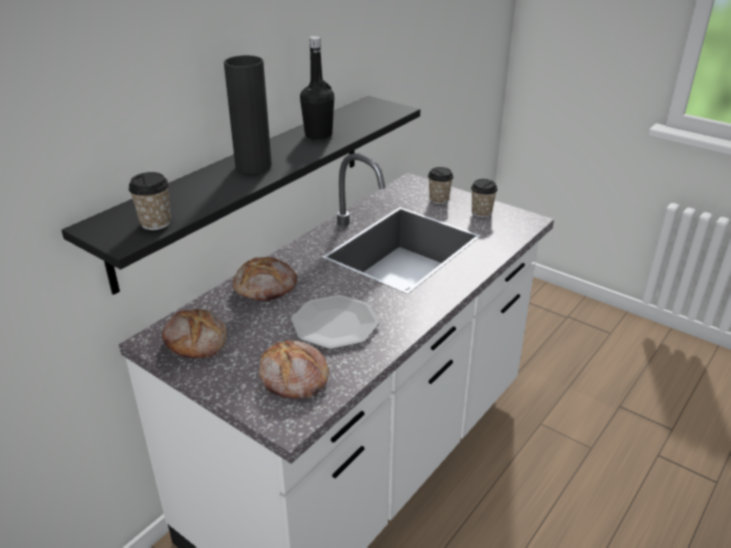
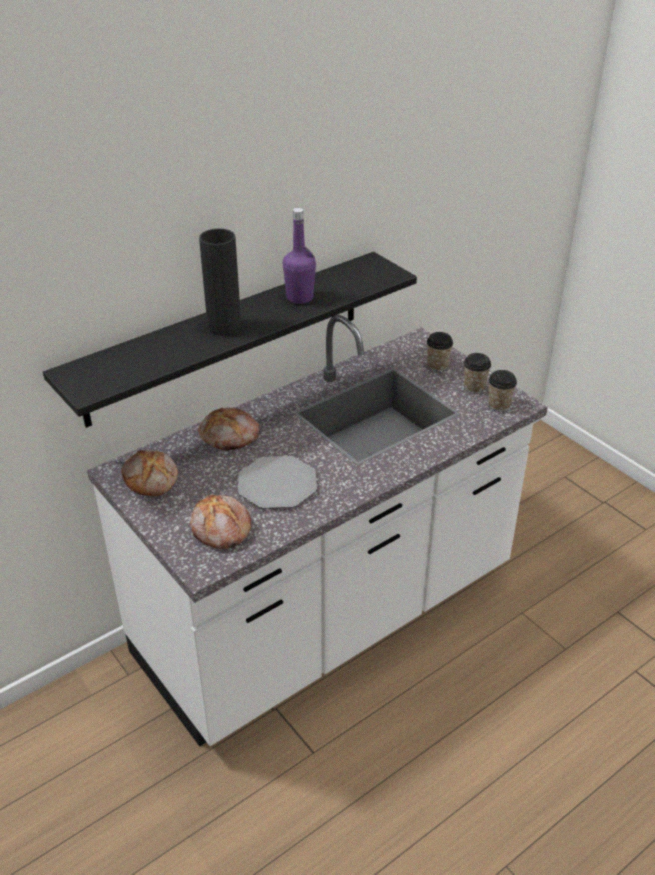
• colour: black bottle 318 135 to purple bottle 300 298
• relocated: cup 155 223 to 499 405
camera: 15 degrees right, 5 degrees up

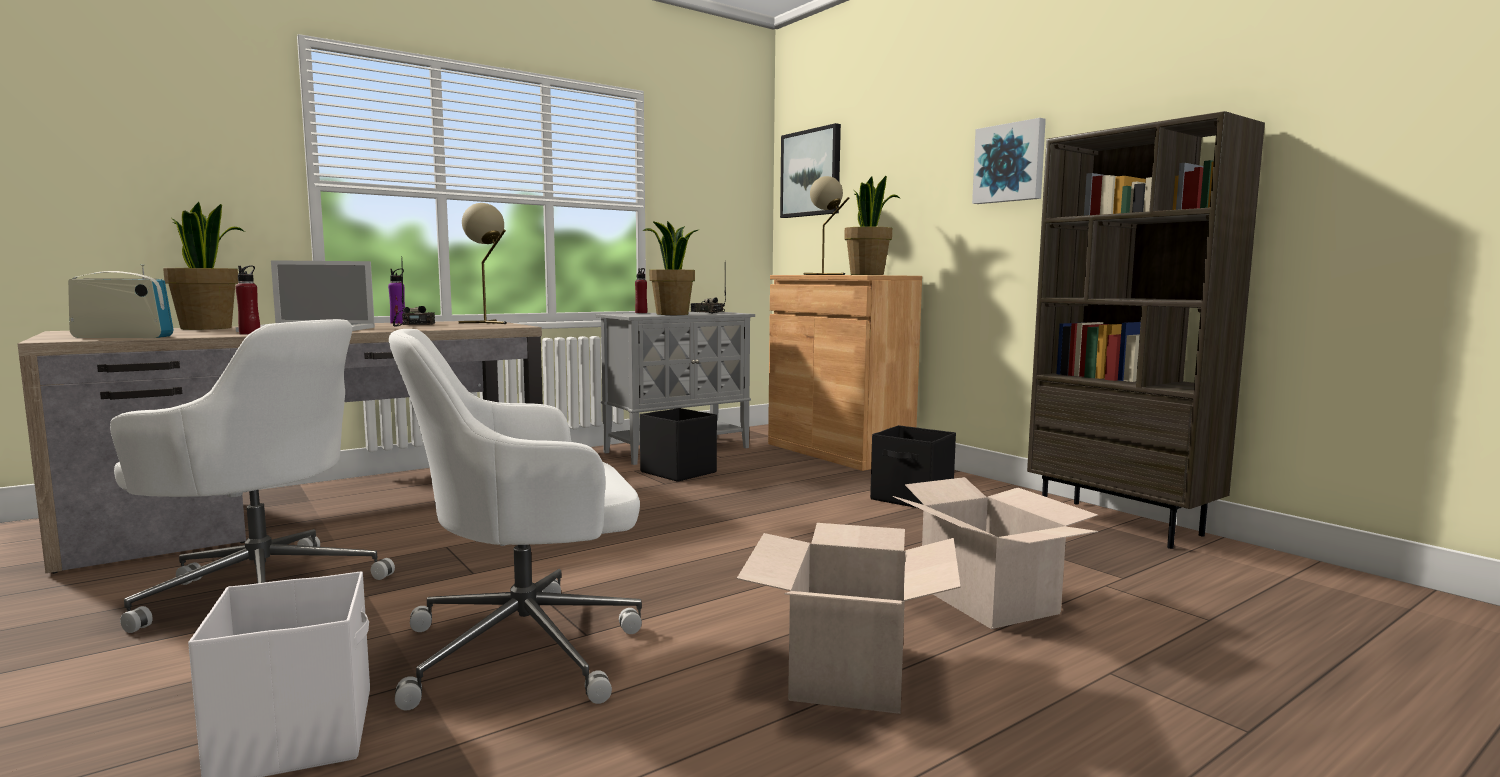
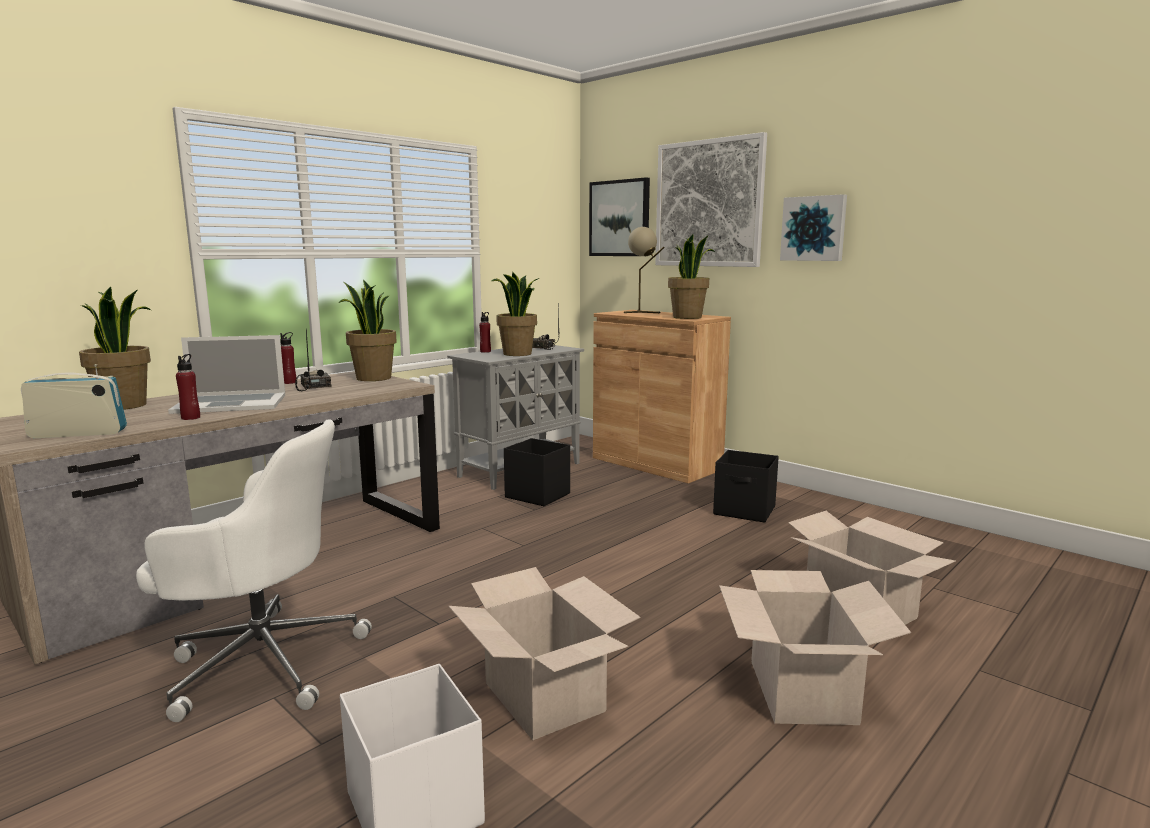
• colour: purple bottle 398 323 to red bottle 289 382
• exchanged: beige table lamp 488 323 to potted plant 372 378
• exchanged: white office chair 529 648 to cardboard box 542 697
• appeared: picture 708 204
• missing: brown bookcase 1121 523
camera: 10 degrees left, 5 degrees up

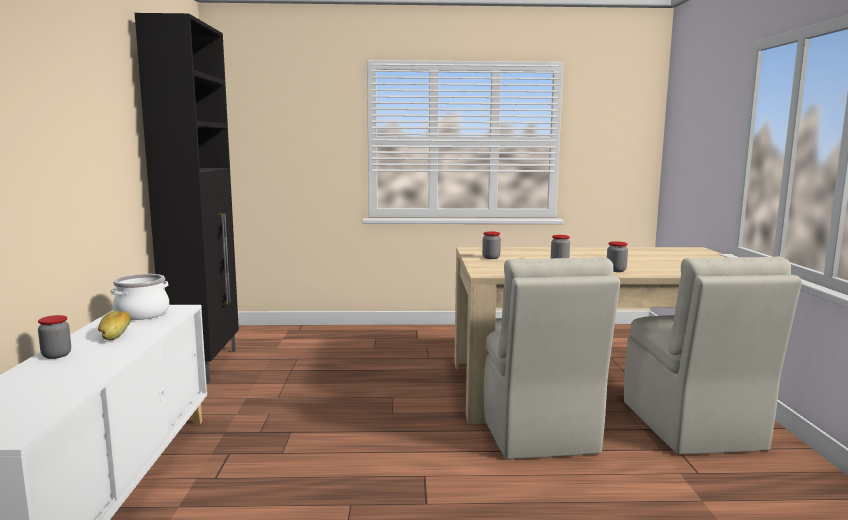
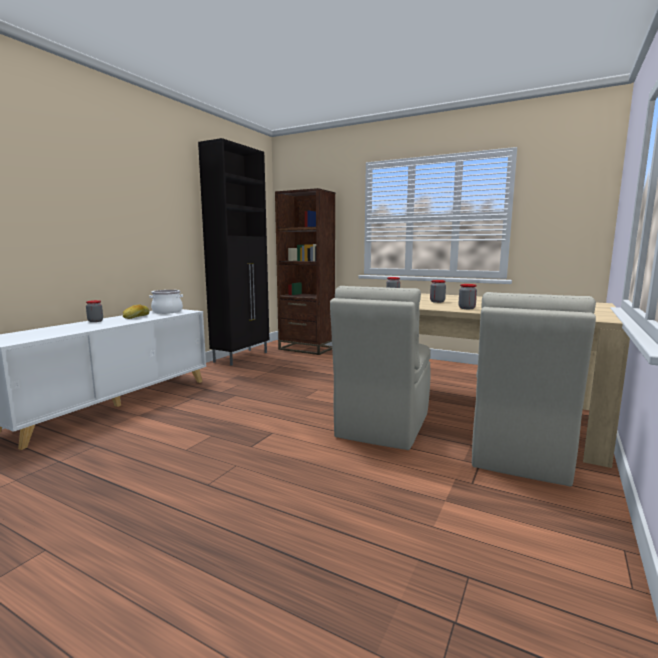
• appeared: brown bookcase 306 348
camera: 30 degrees right, 0 degrees up

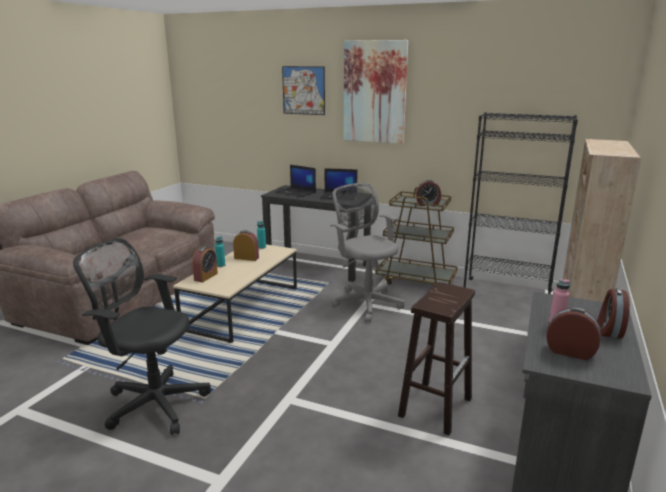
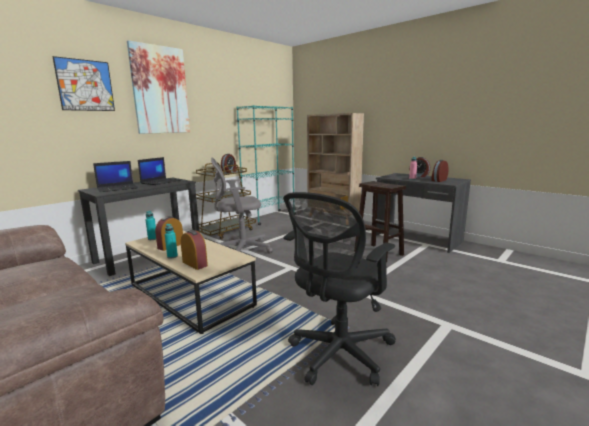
• colour: black bookcase 506 291 to turquoise bookcase 269 217
camera: 70 degrees left, 5 degrees down

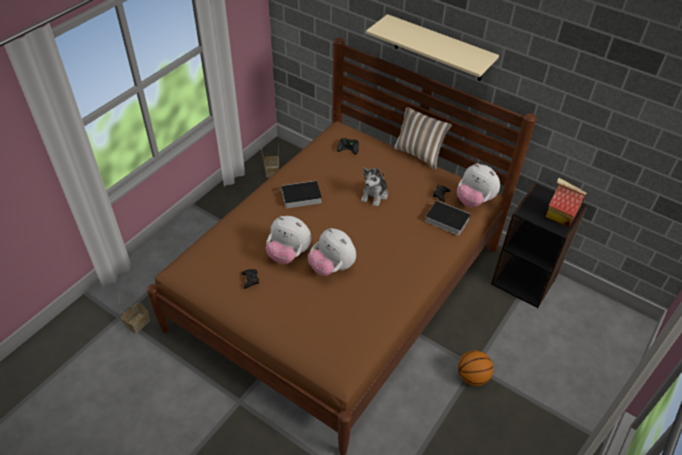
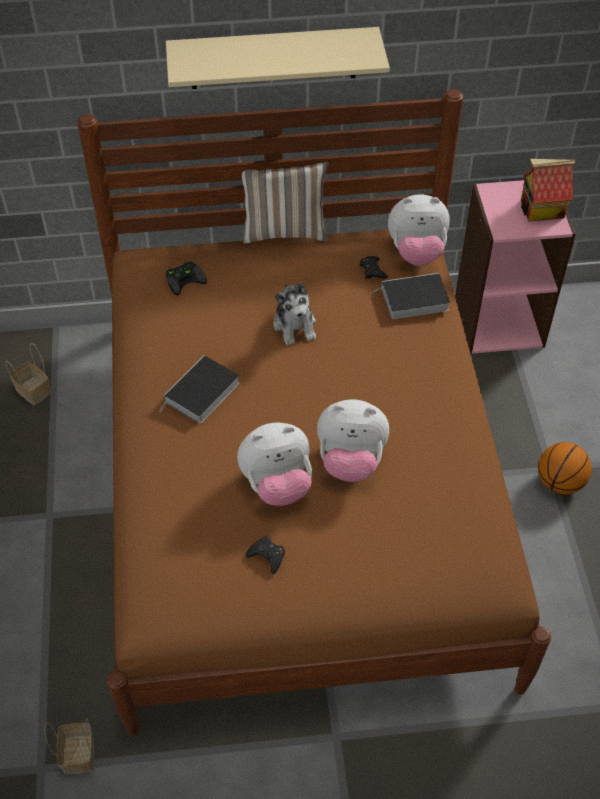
• colour: black bookcase 524 279 to pink bookcase 498 321
camera: 40 degrees left, 5 degrees up

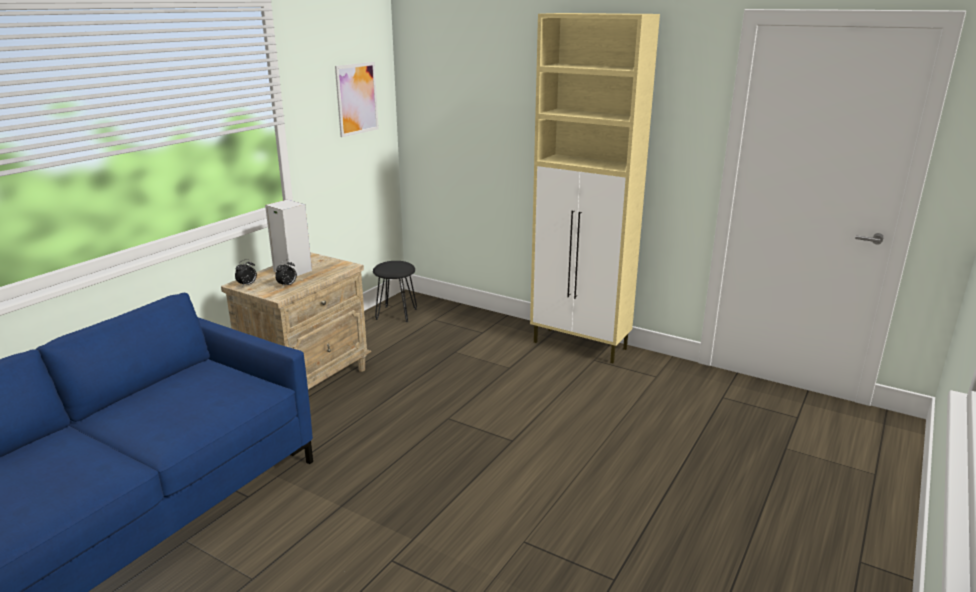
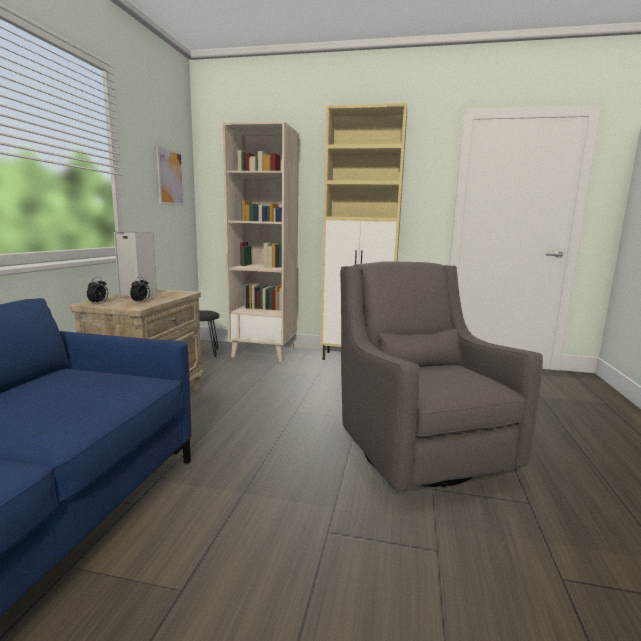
• appeared: beige bookcase 264 353
• appeared: grey armchair 416 450
camera: 20 degrees left, 10 degrees down

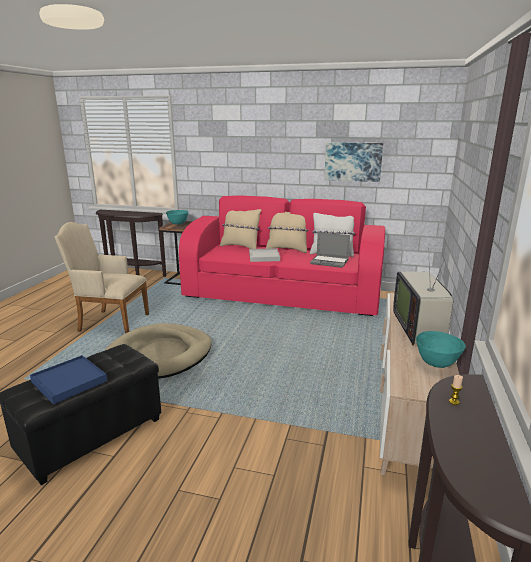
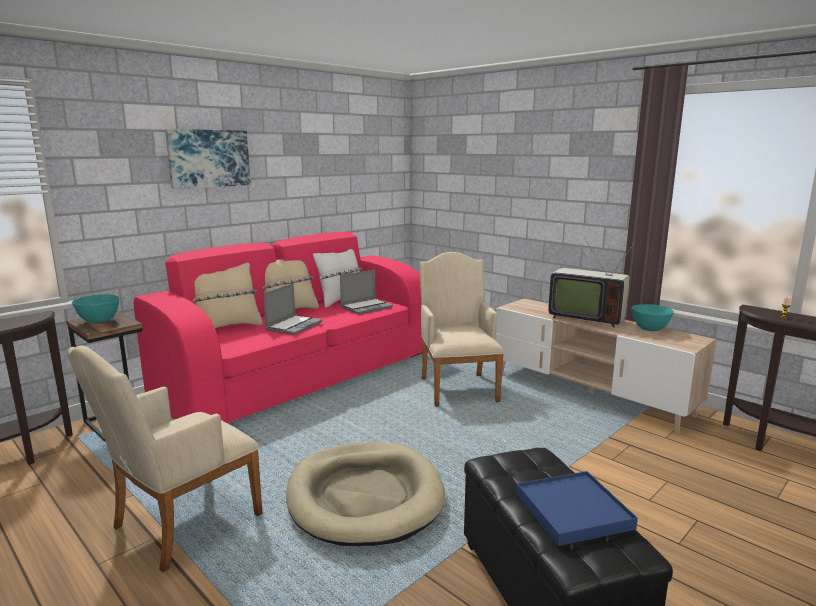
• relocated: picture 353 161 to 208 158
• exchanged: white tray 264 257 to laptop 294 326
• appeared: beige armchair 457 387
camera: 60 degrees left, 5 degrees down

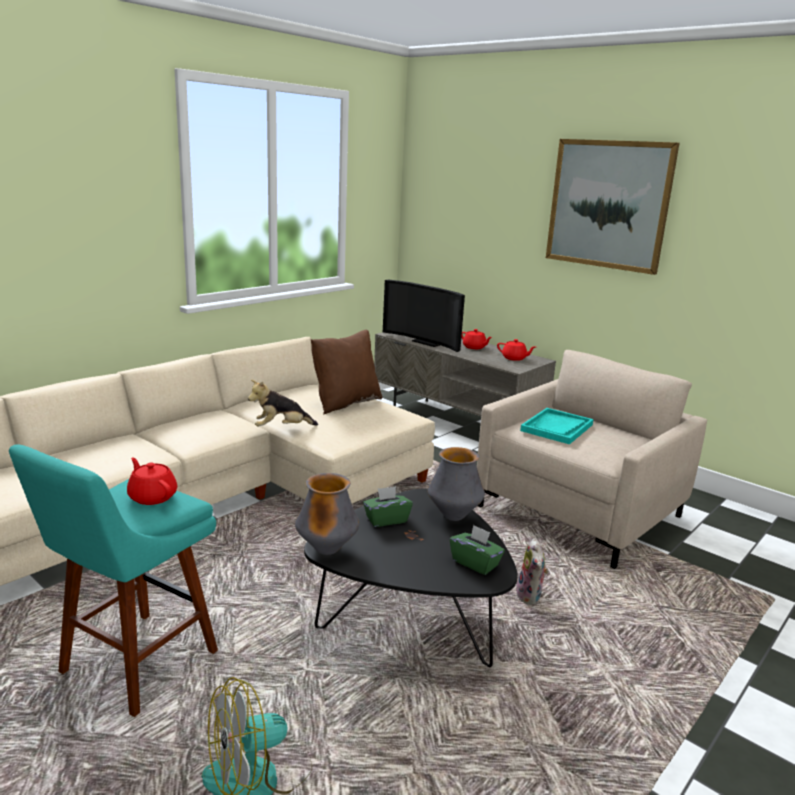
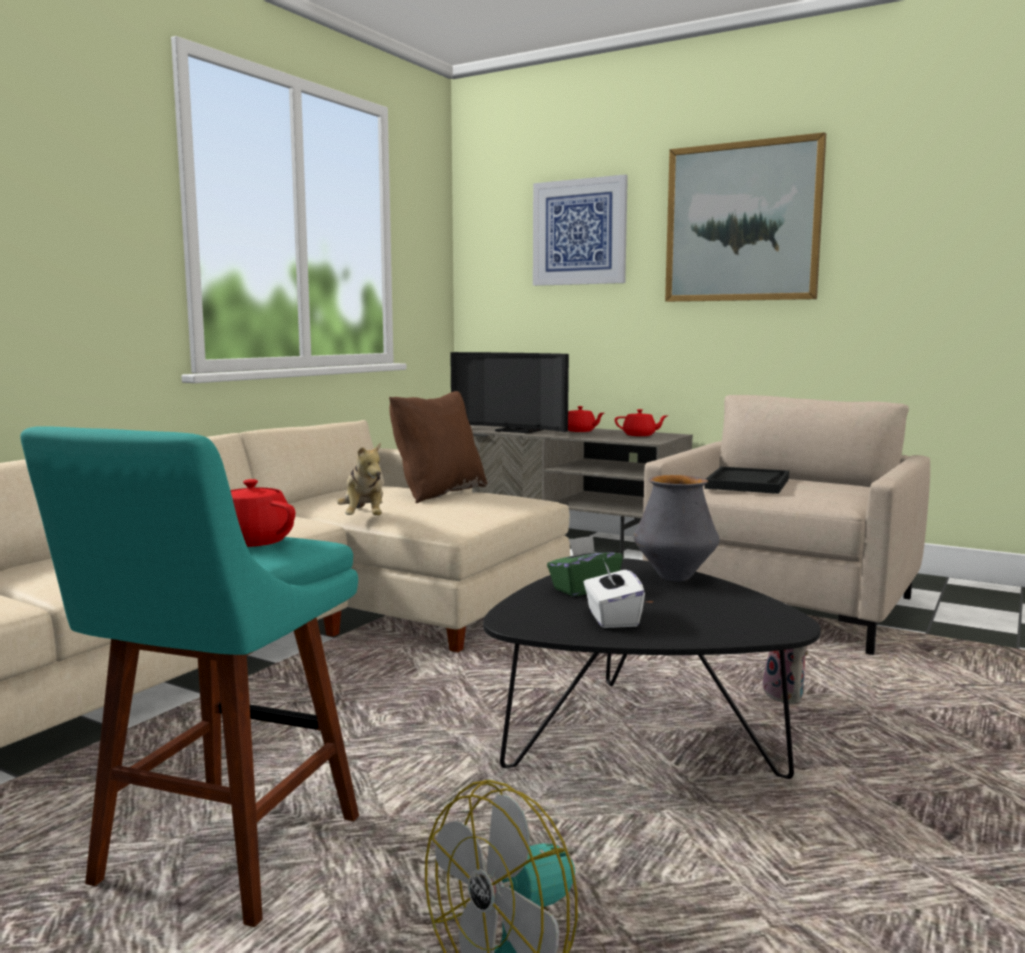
• spun: plush toy 281 428 = 364 519 75 degrees counterclockwise
• appeared: picture 579 232
• appeared: white tissue box 612 618
• colour: turquoise tray 557 428 to black tray 748 483
• missing: vase 327 549
• missing: green tissue box 475 563
camera: 10 degrees left, 10 degrees down

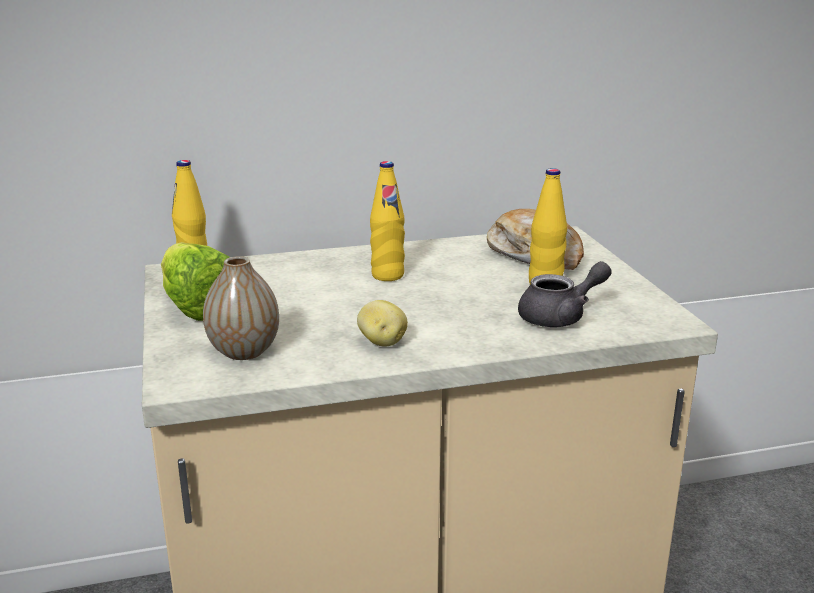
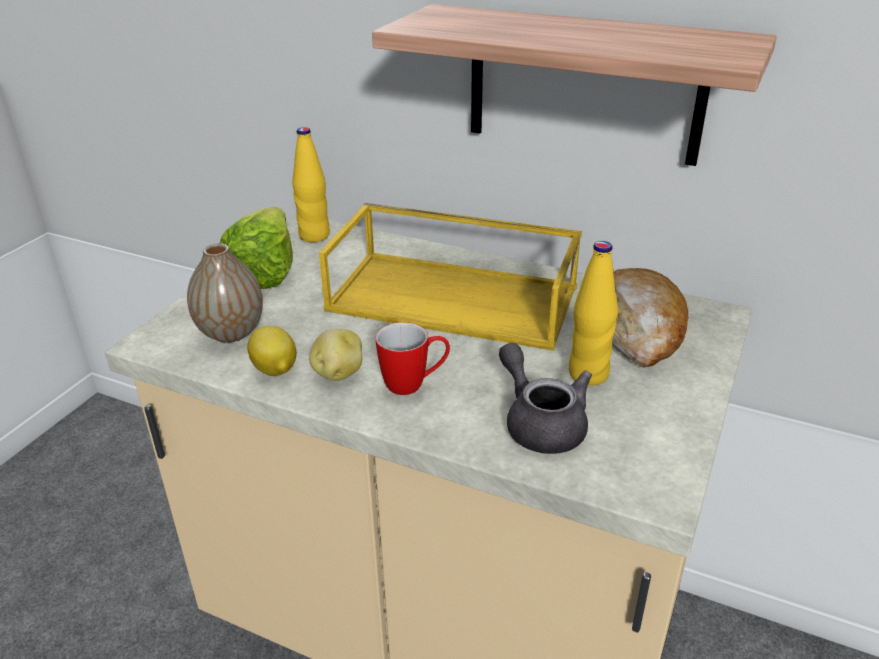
• appeared: lemon 275 370
• exchanged: yellow bottle 387 275 to yellow tray 456 298
• appeared: shelf 584 85
• appeared: mug 414 384
• spun: grey teapot 561 317 = 540 423 135 degrees counterclockwise
camera: 40 degrees right, 10 degrees up

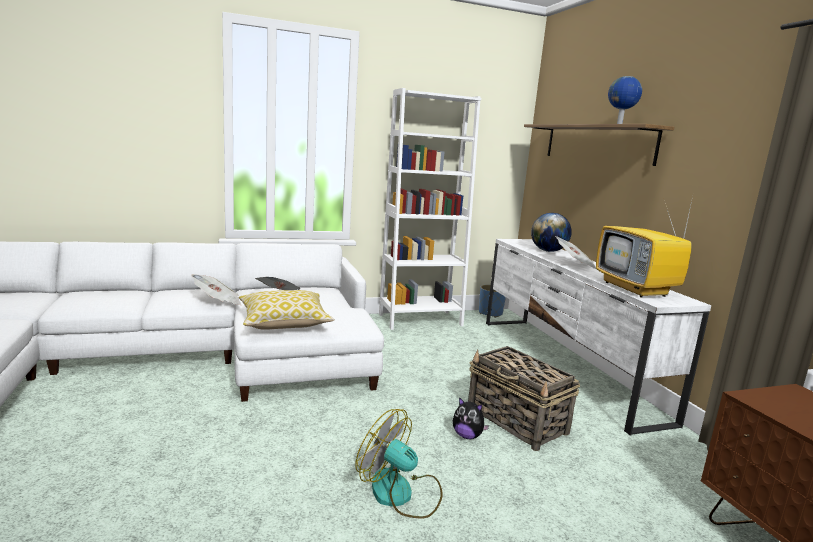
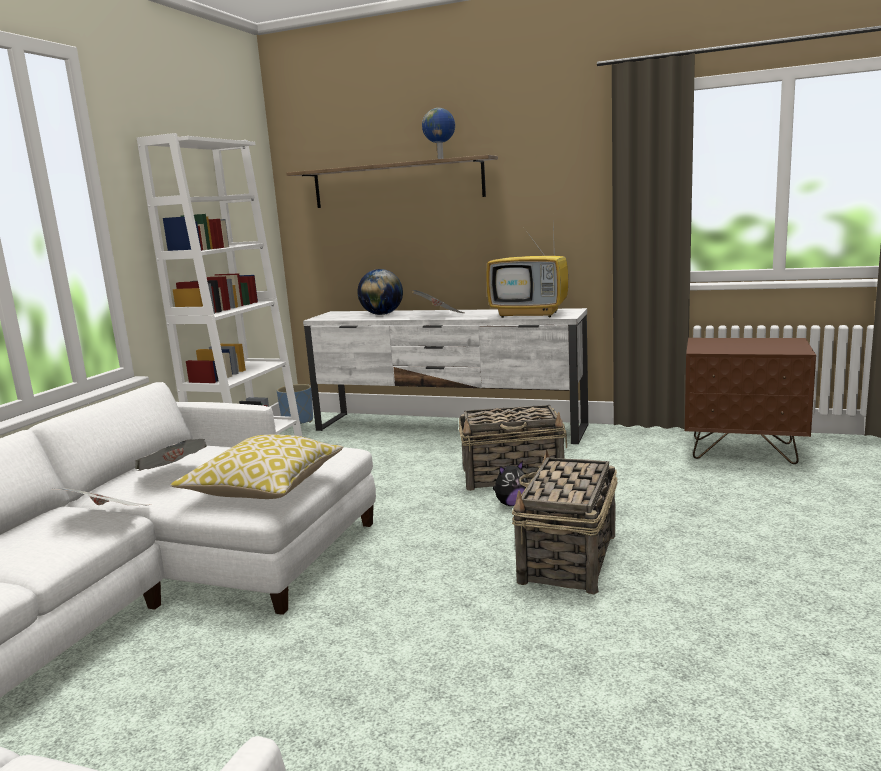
• exchanged: fan 401 494 to basket 568 559
camera: 50 degrees left, 0 degrees up

